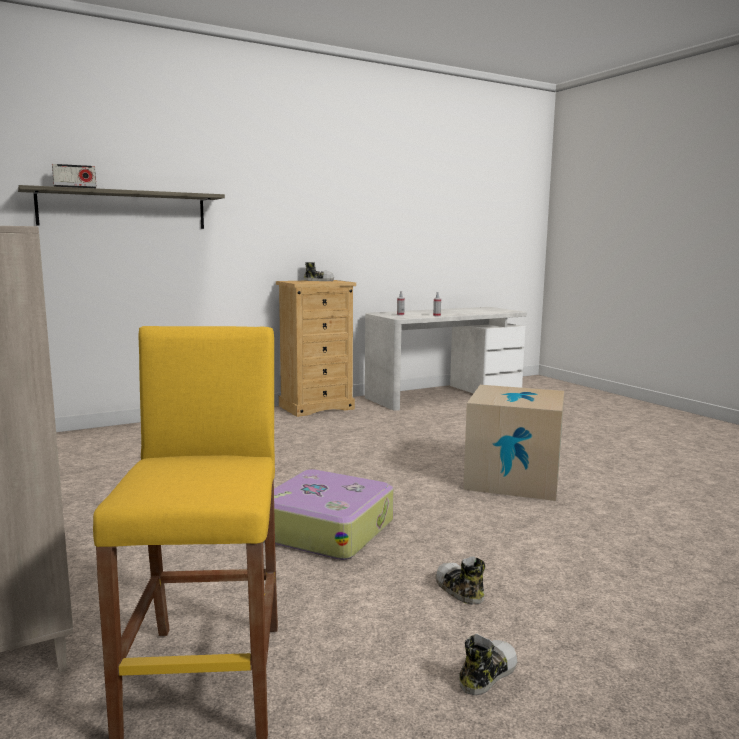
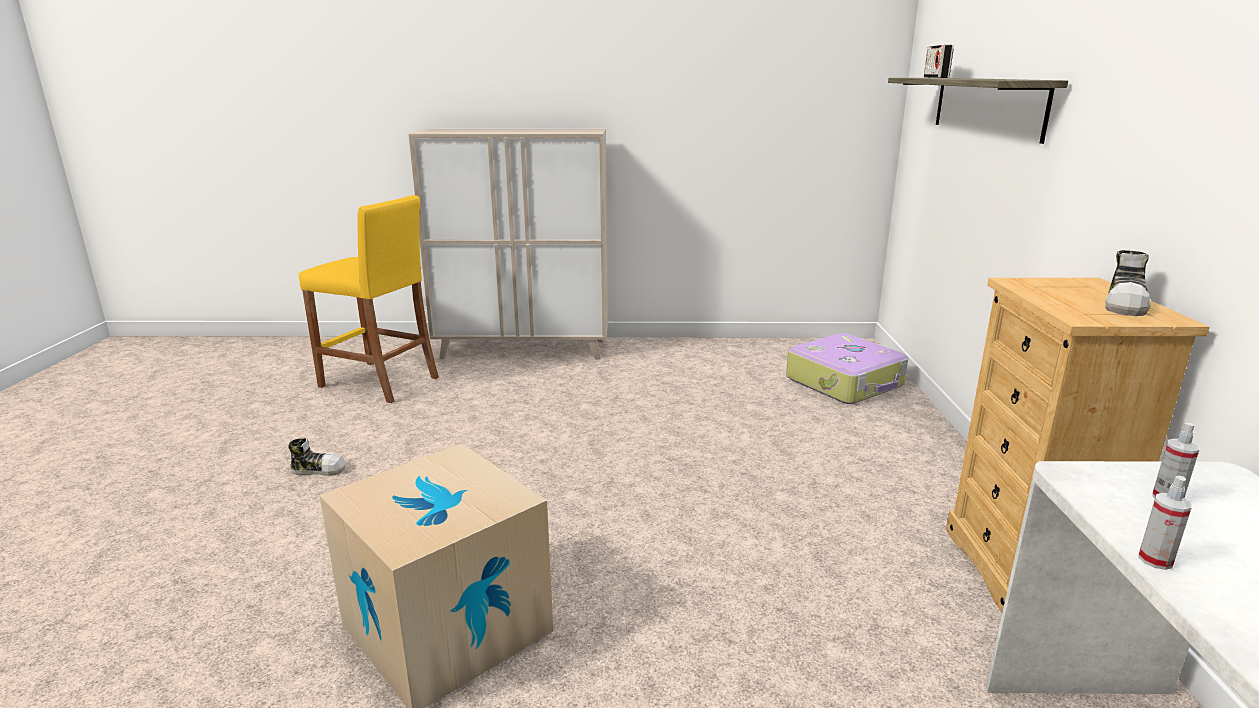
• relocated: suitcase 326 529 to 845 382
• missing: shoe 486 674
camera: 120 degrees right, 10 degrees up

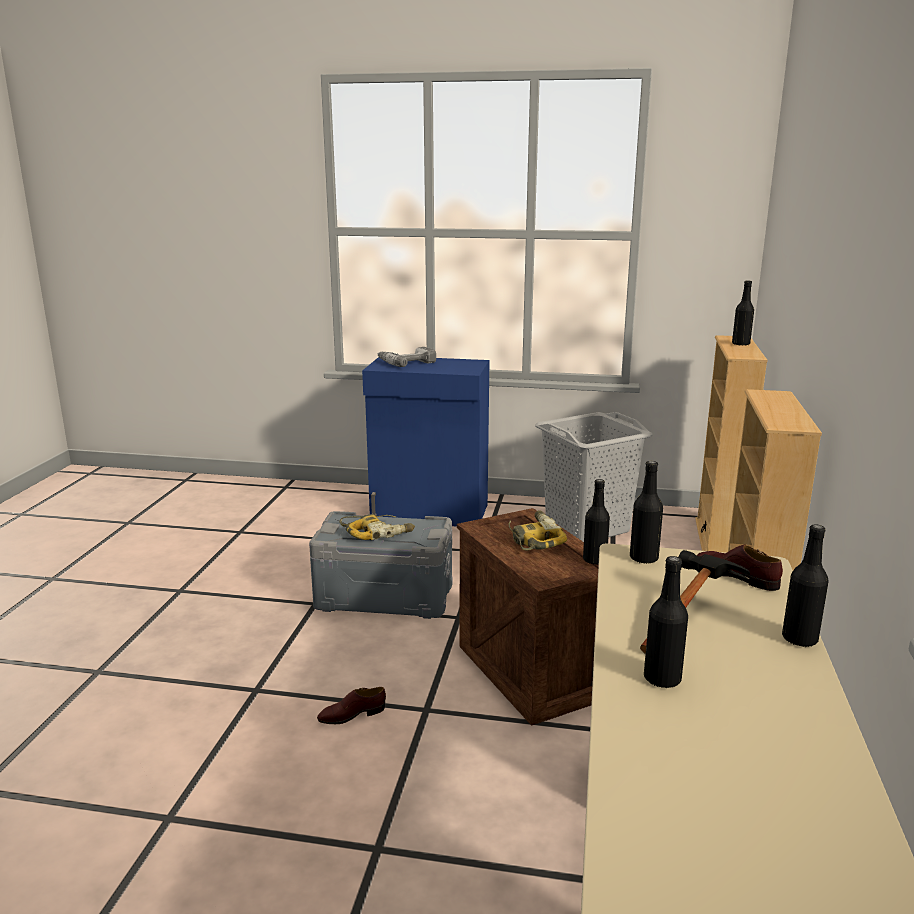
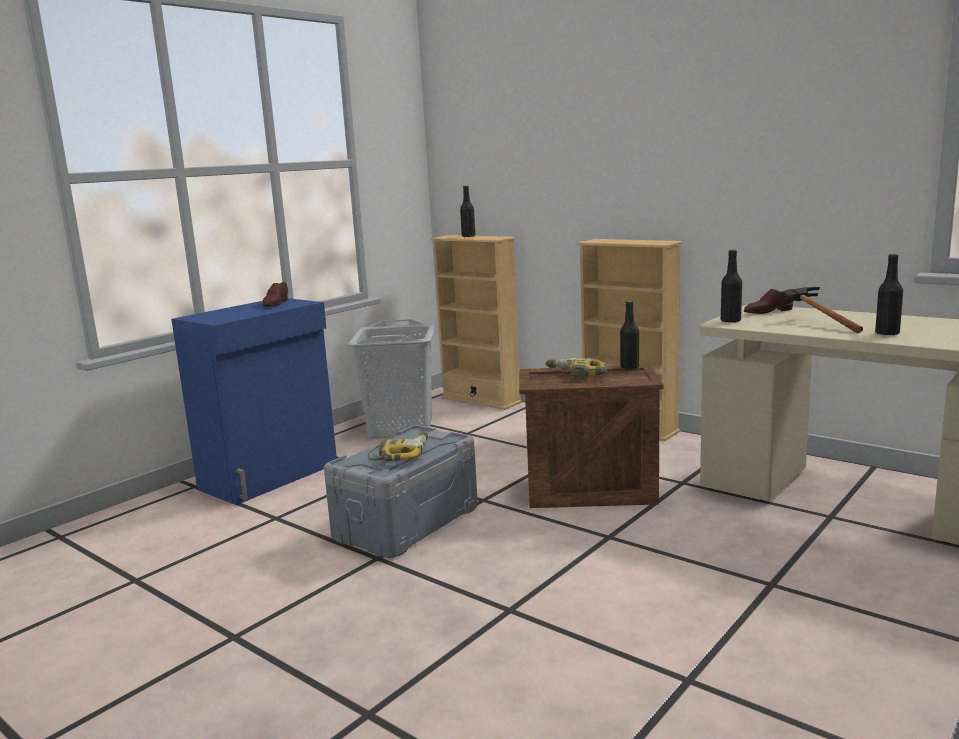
• relocated: brown shoe 351 715 to 275 304
• missing: power drill 406 362
• missing: black bottle 799 639
camera: 60 degrees left, 5 degrees down

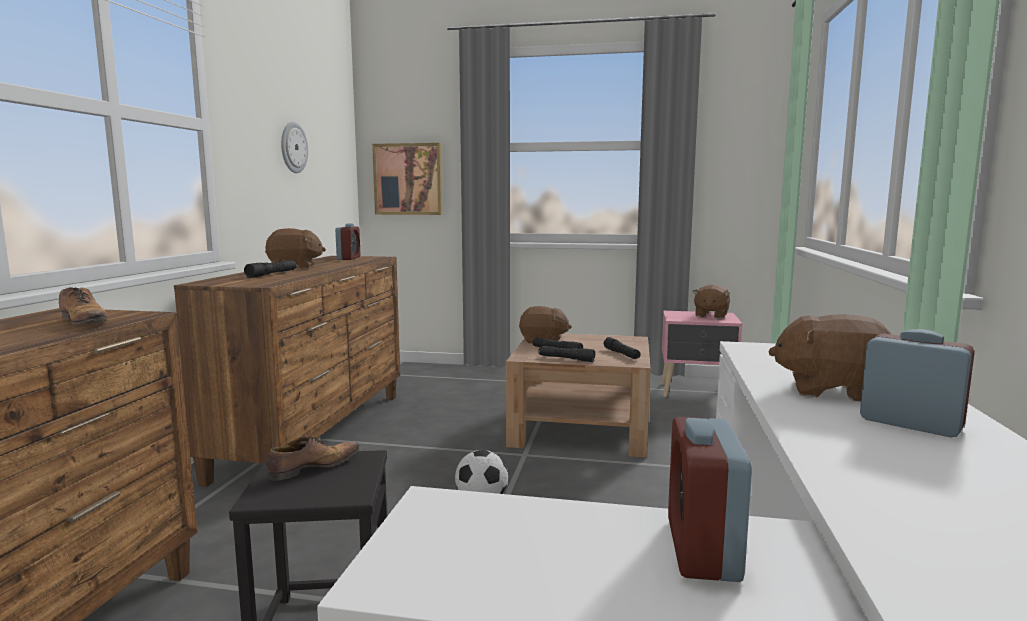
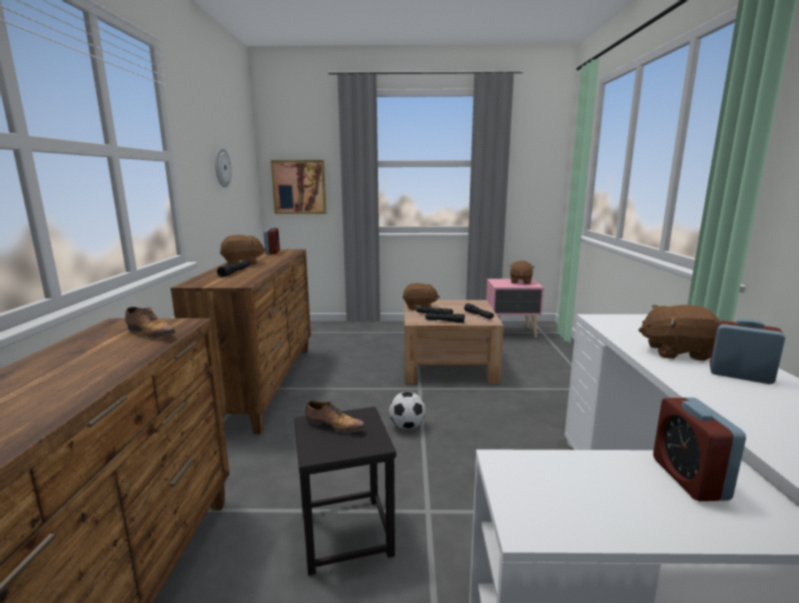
• spun: shoe 312 467 = 334 425 75 degrees clockwise
camera: 10 degrees left, 5 degrees up

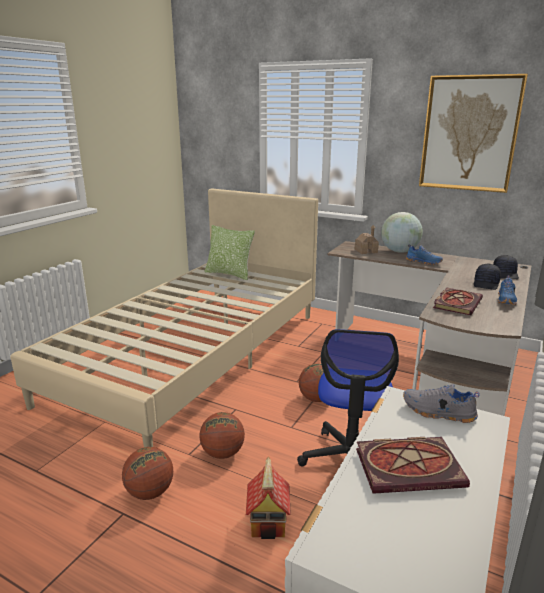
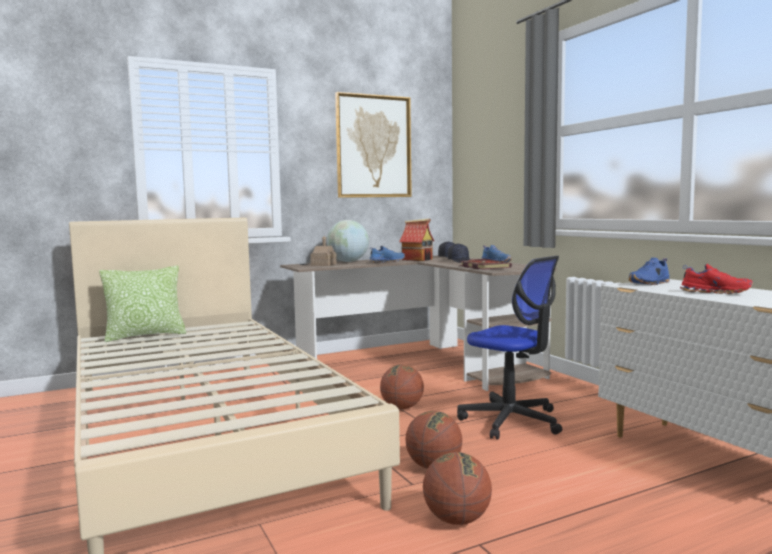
• relocated: toy house 269 522 to 418 259
• colour: grey shoe 438 412 to blue shoe 650 283
• exchanged: book 410 467 to red shoe 715 292
camera: 55 degrees left, 15 degrees down

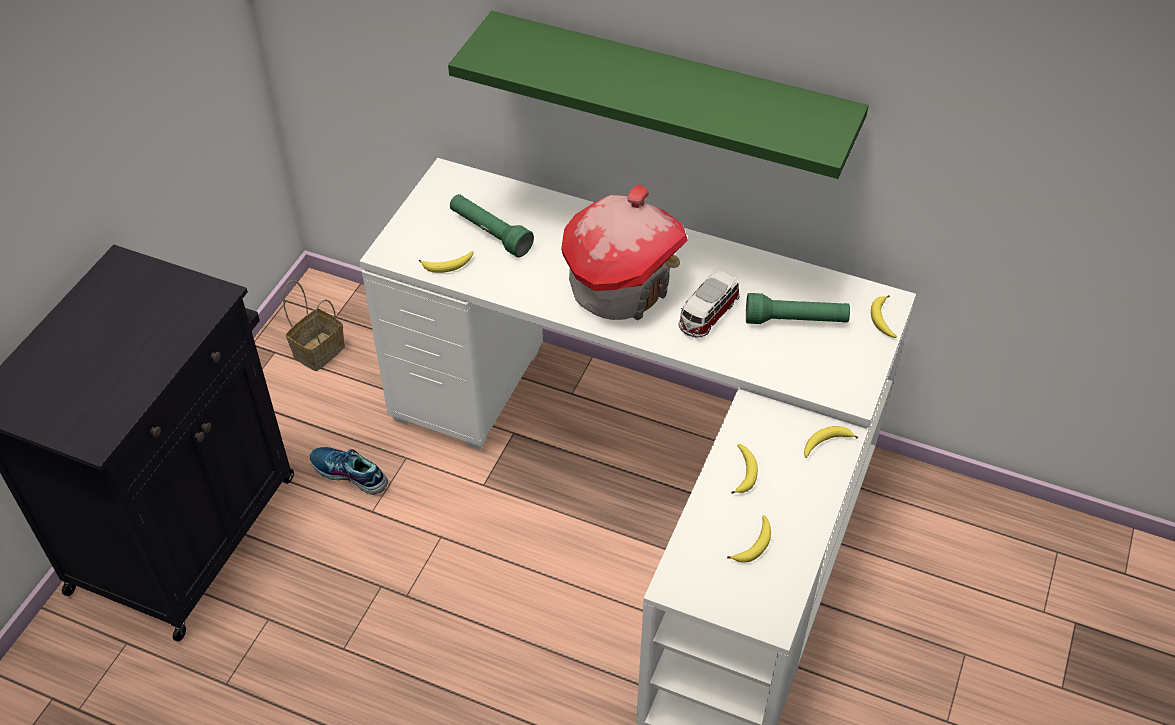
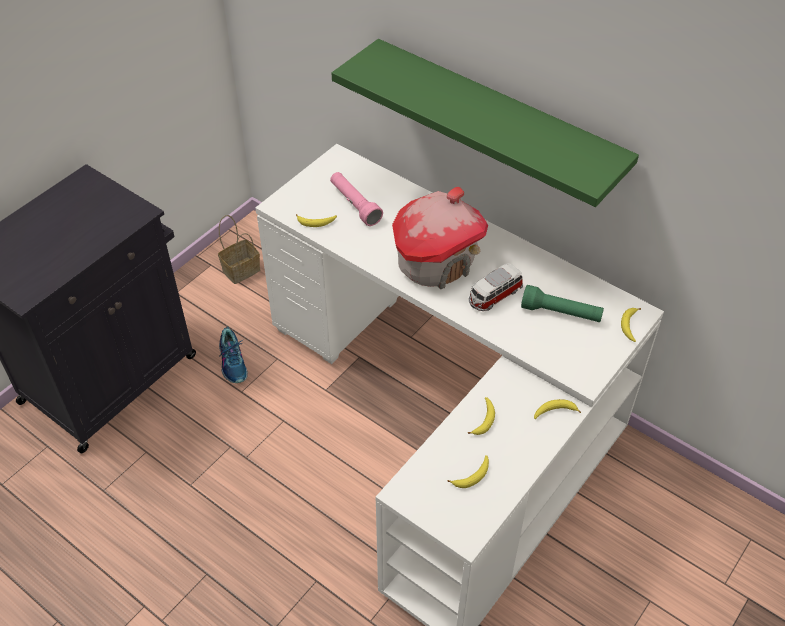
• spun: shoe 349 474 = 233 362 150 degrees counterclockwise
• colour: green flashlight 490 233 to pink flashlight 354 205
camera: 15 degrees right, 0 degrees up

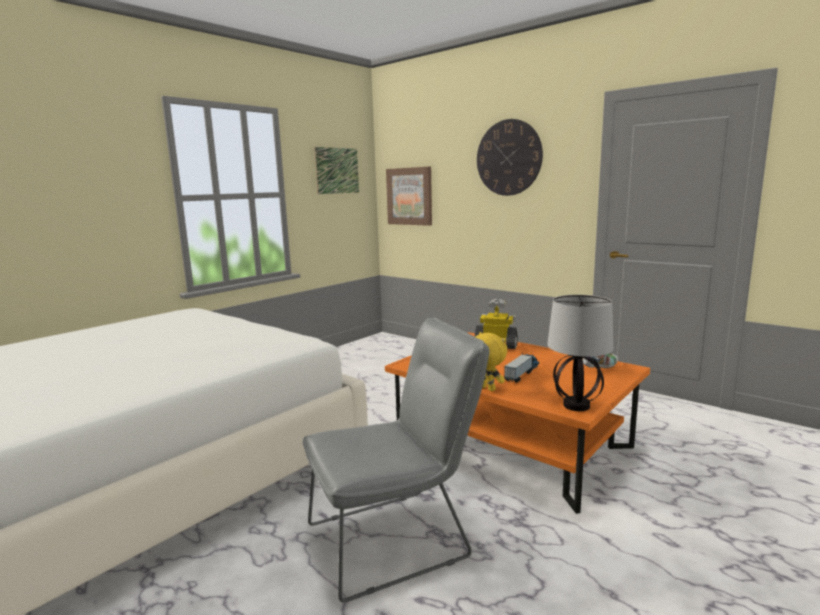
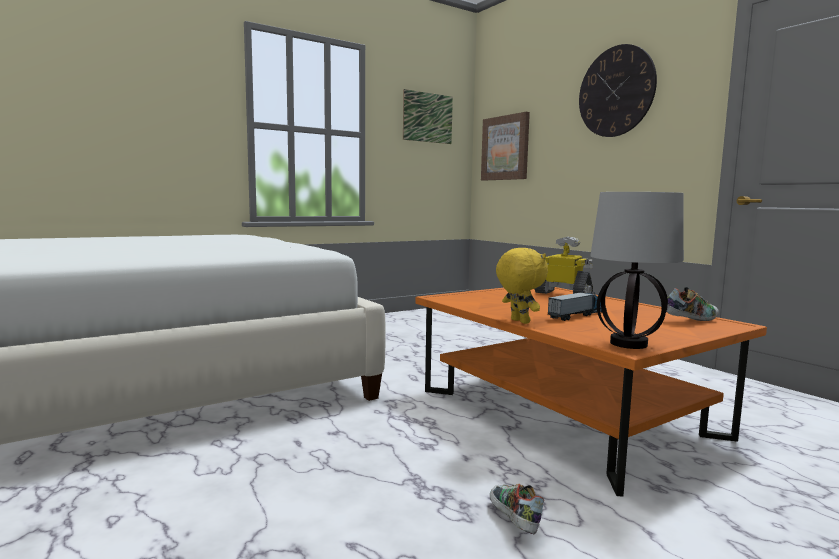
• appeared: shoe 512 521
• missing: grey chair 398 537
camera: 15 degrees right, 5 degrees down

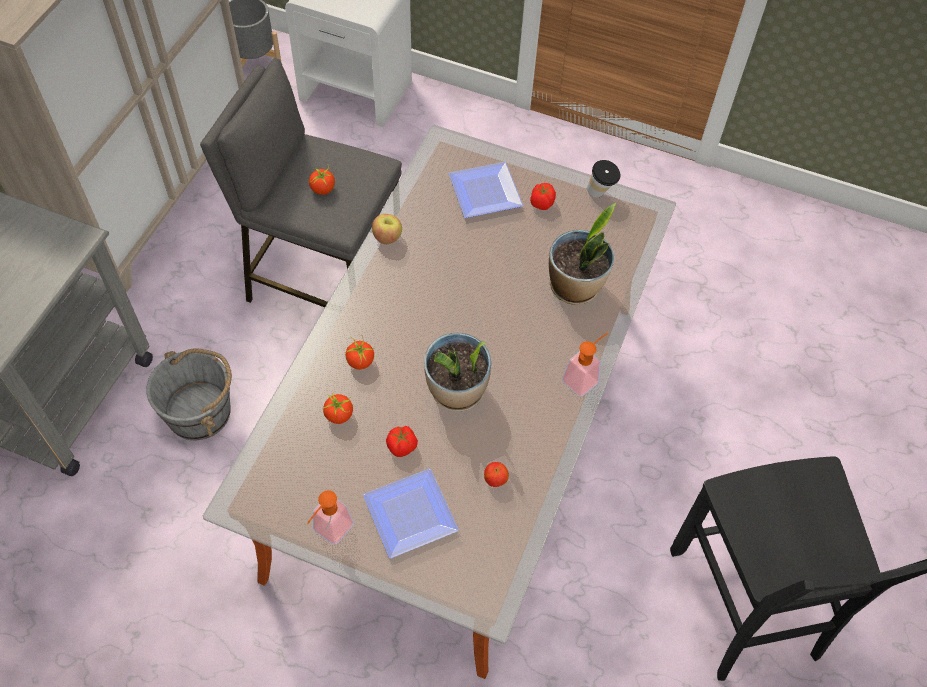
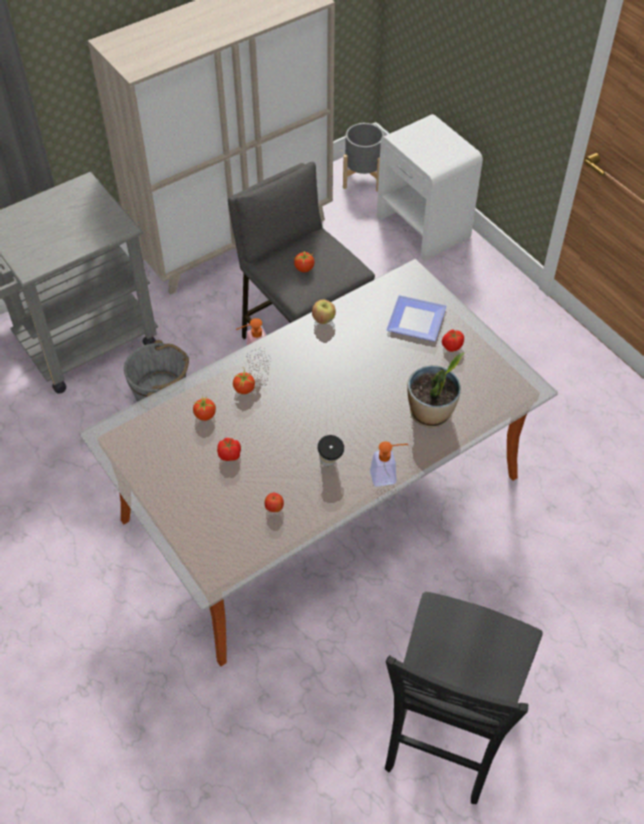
• relocated: soap dispenser 329 532 to 253 356
• relocated: cup 600 194 to 330 464
• missing: plate 414 515
• missing: potted plant 457 391
camera: 35 degrees right, 5 degrees down

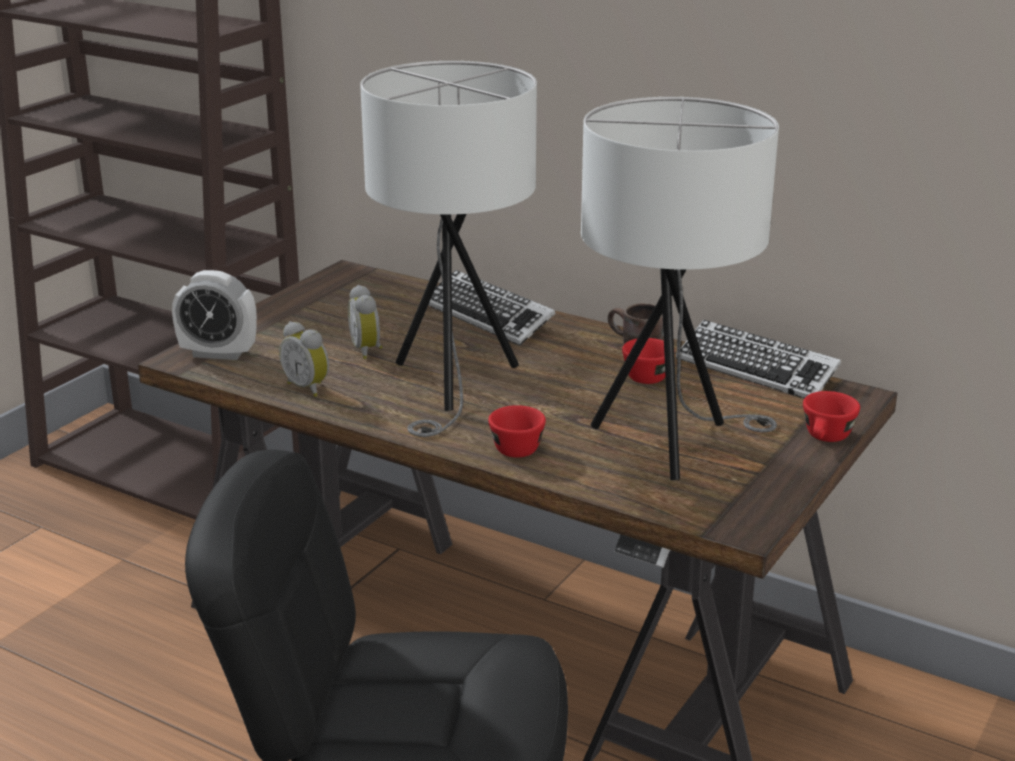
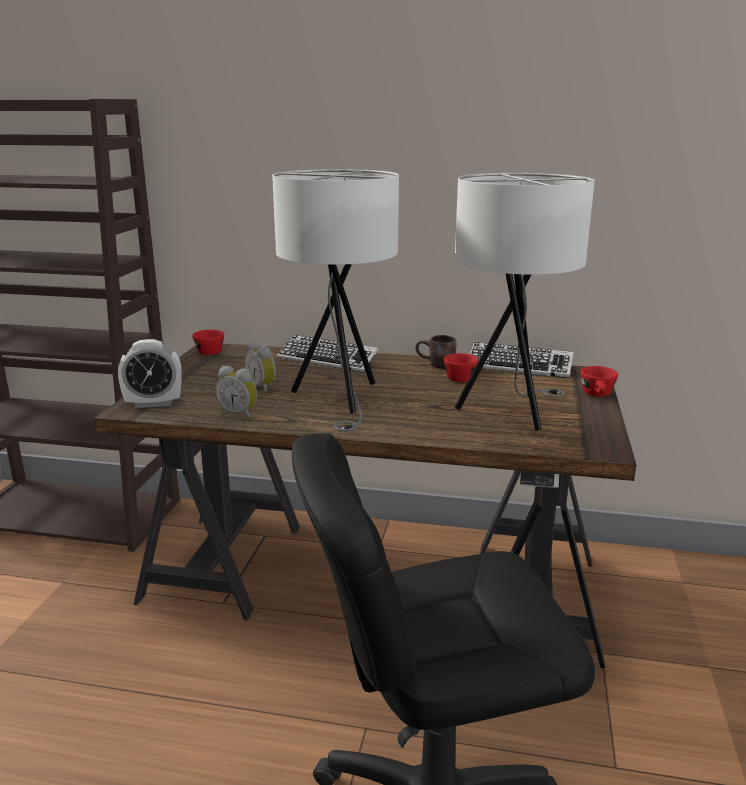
• relocated: red cup 514 446 to 208 351
camera: 20 degrees left, 5 degrees down

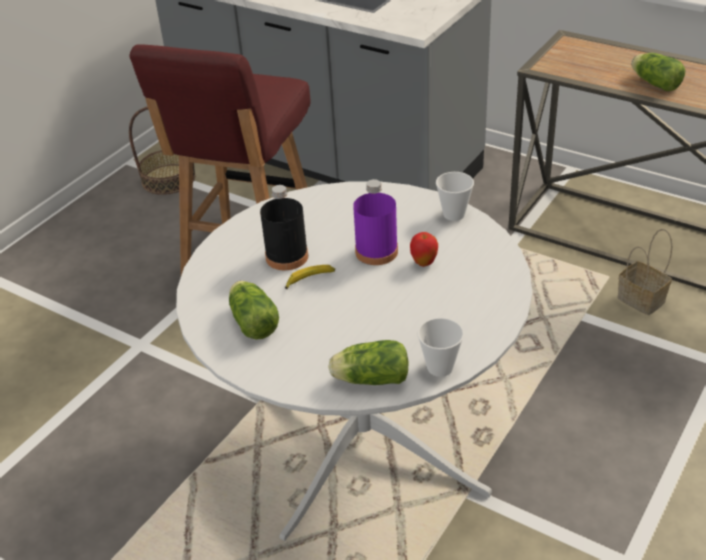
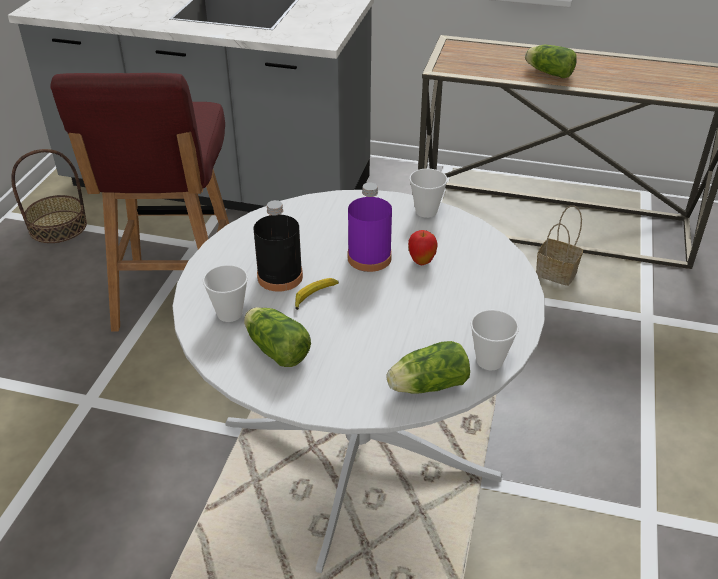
• appeared: cup 229 313
camera: 20 degrees left, 0 degrees up

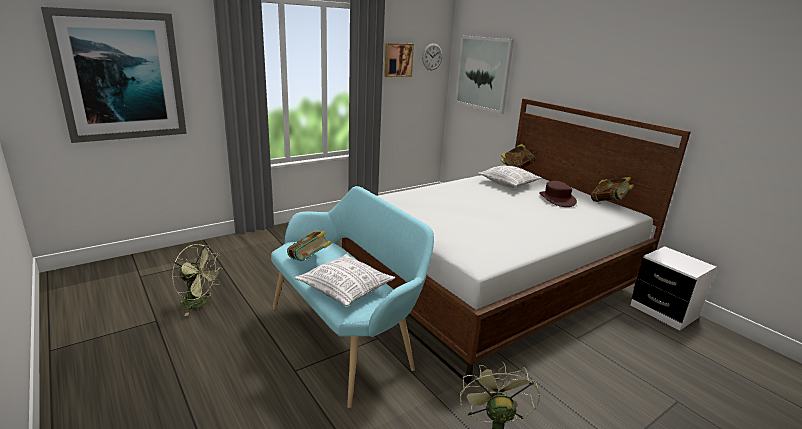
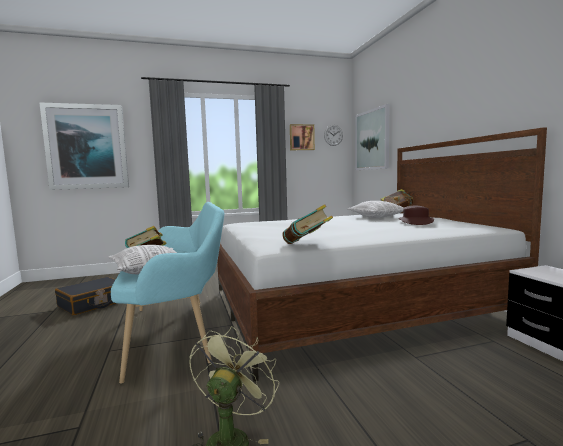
• exchanged: green fan 199 304 to black suitcase 93 303
• relocated: book 608 203 to 307 245
camera: 20 degrees right, 15 degrees down

